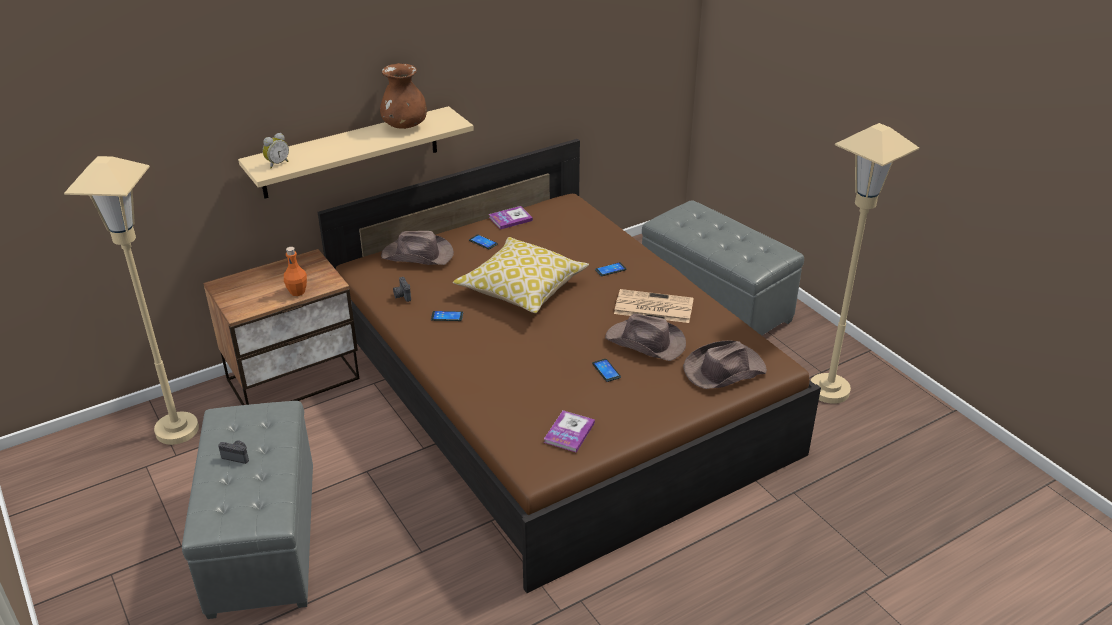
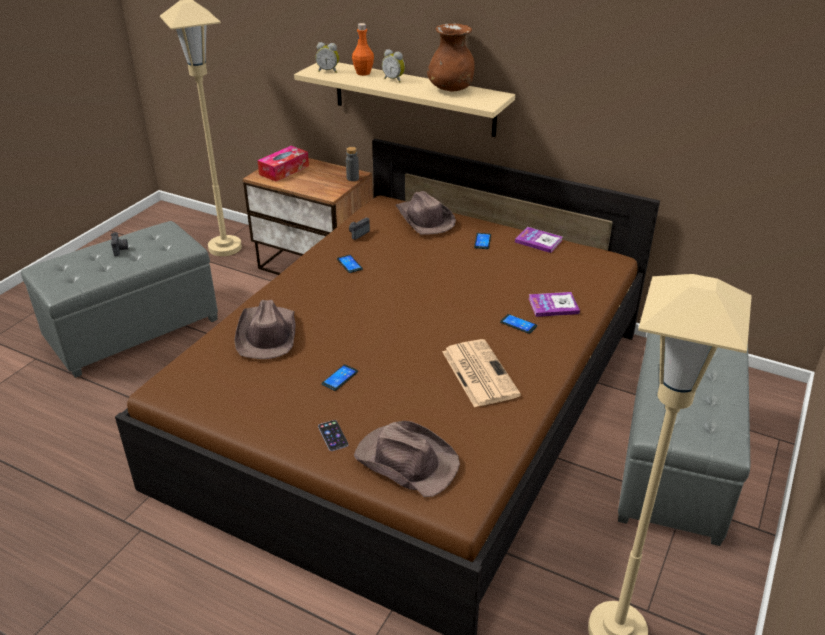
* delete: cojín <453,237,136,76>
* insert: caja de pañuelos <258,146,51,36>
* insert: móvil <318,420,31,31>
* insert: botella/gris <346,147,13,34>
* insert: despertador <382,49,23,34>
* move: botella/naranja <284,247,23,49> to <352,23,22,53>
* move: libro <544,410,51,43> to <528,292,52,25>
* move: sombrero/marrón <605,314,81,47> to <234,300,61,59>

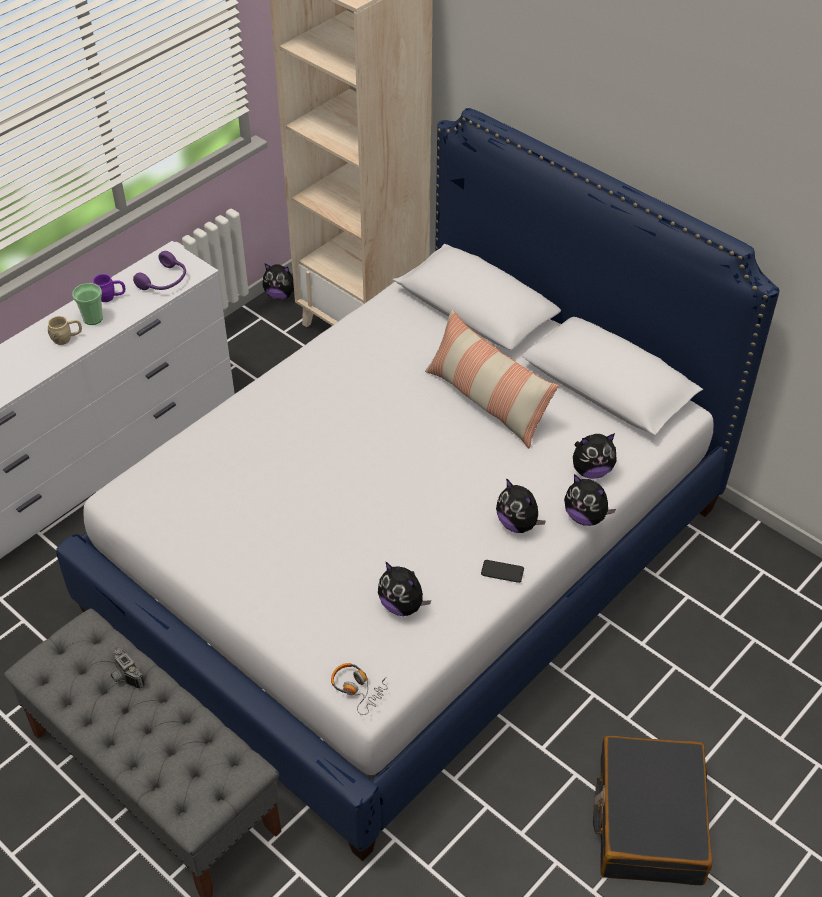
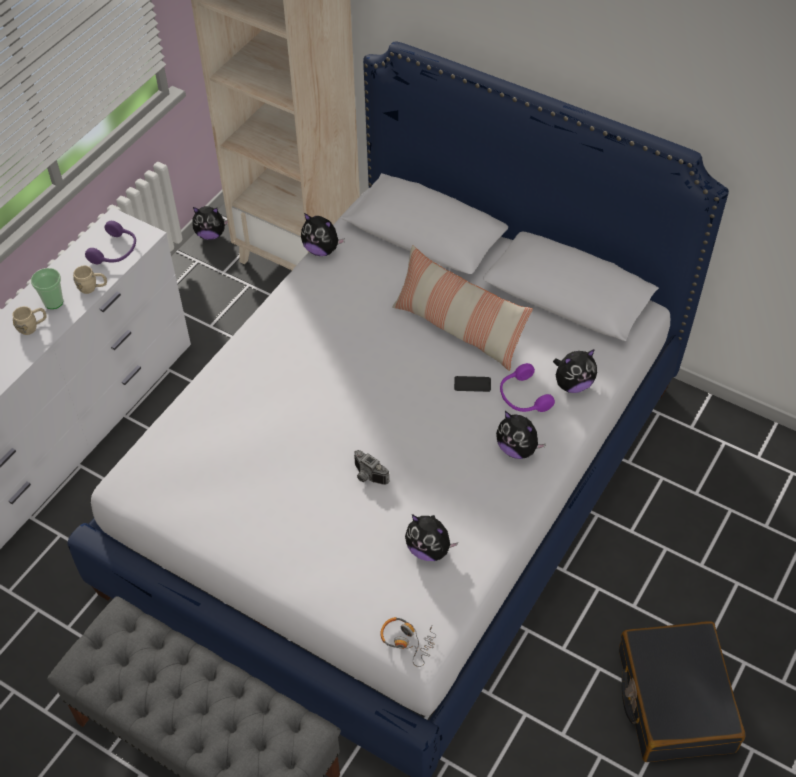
* delete: taza grande/morado <93,274,32,28>
* insert: taza grande/beis <73,266,34,28>
* insert: auriculares/morado <500,363,55,49>
* move: cámara <111,647,34,42> to <354,450,35,35>
* move: móvil <481,560,43,23> to <454,376,37,16>
* move: peluche <564,474,52,52> to <301,213,44,43>

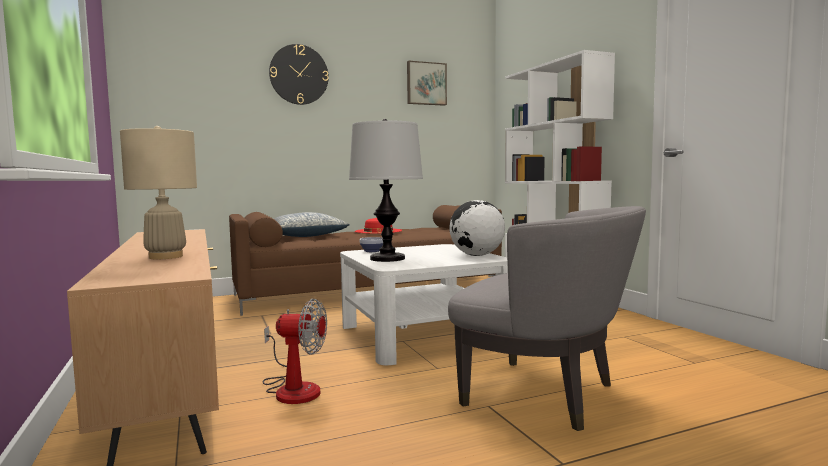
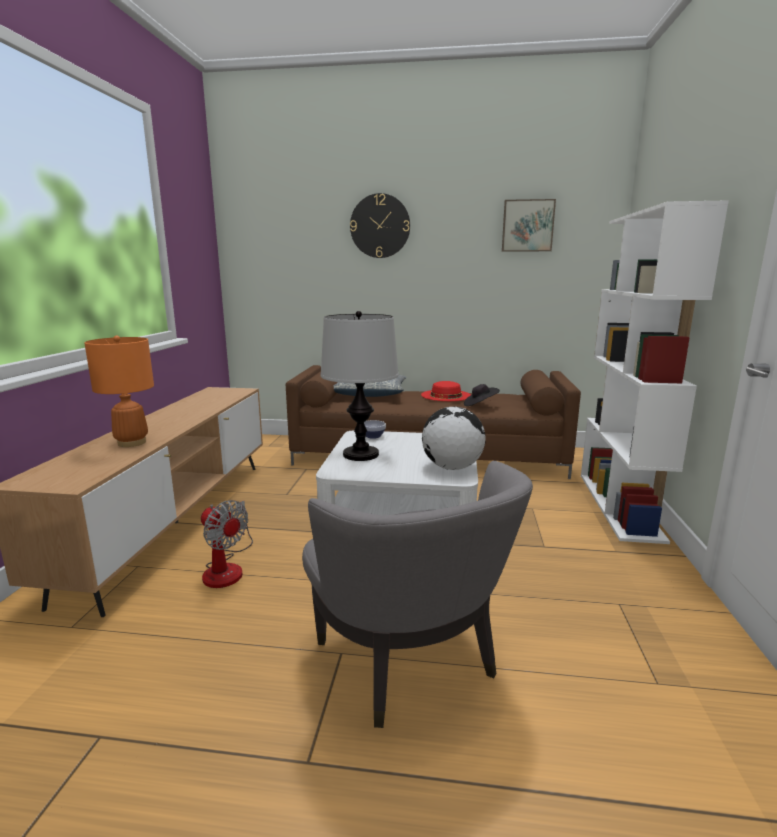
* insert: sombrero/negro <464,384,36,22>
* recolor: lámpara de mesa/beis <120,126,77,133> to lámpara de mesa/naranja <84,336,70,111>

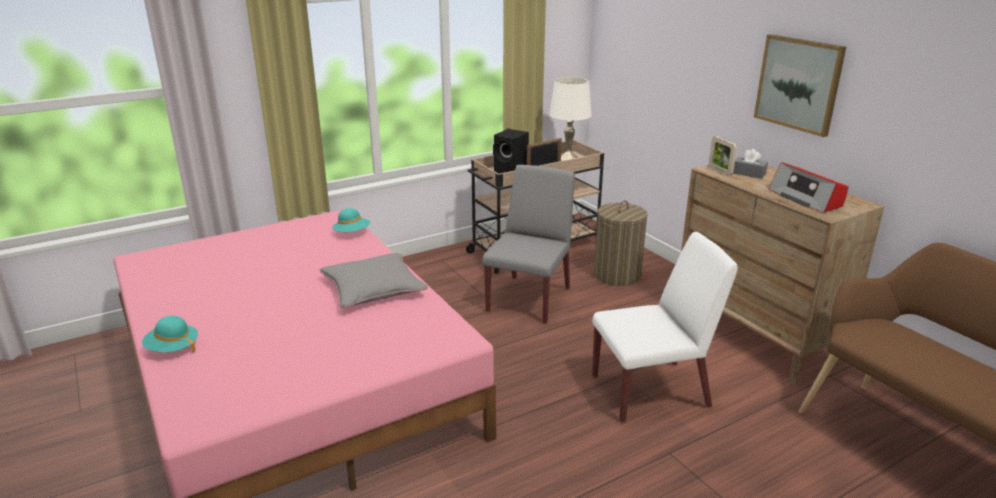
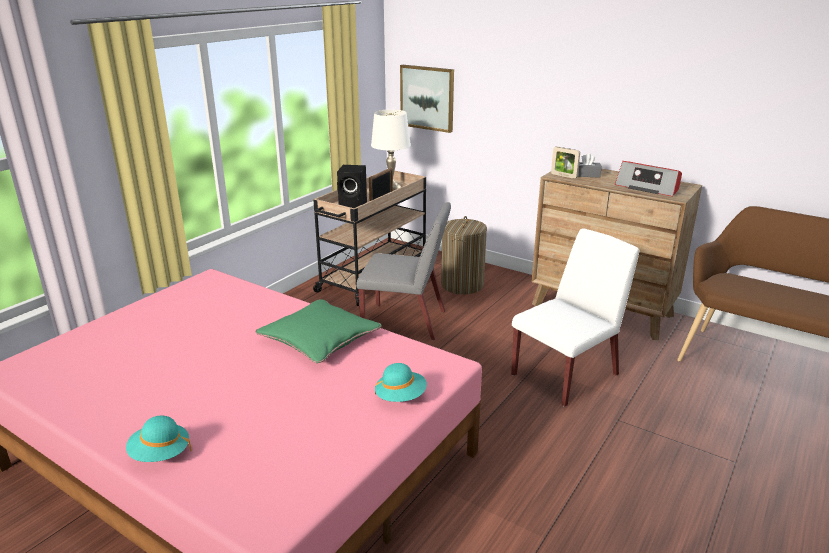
* move: sombrero/turquesa <332,208,38,24> to <375,363,52,39>
* move: cuadro <754,34,92,103> to <400,65,54,68>
* recolor: cojín/gris <320,253,108,55> to cojín/verde <255,299,127,64>
* rotate: silla/gris <482,165,93,159> = <356,202,95,138> 105 degrees clockwise

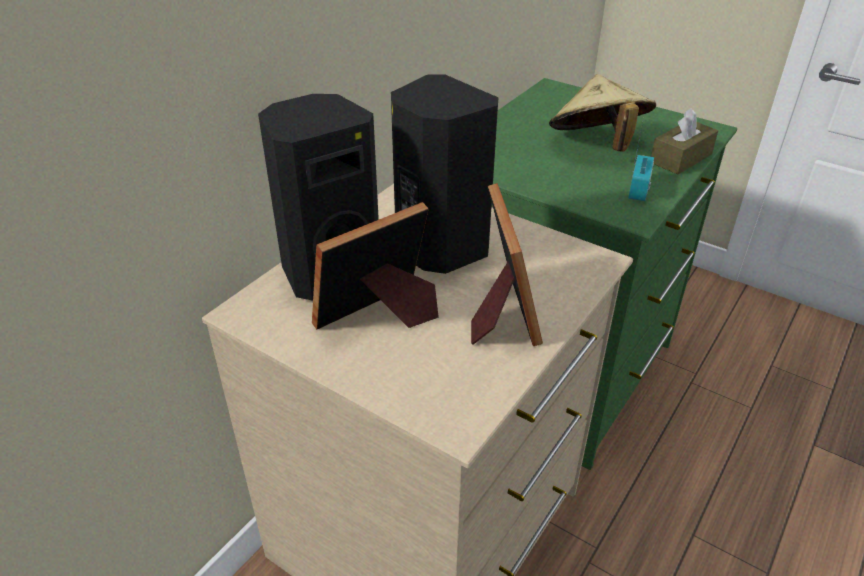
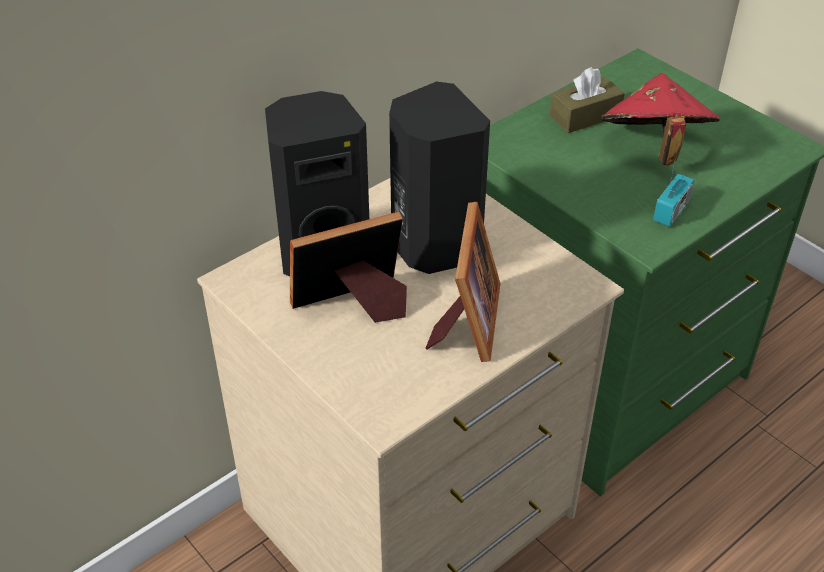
* move: caja de pañuelos/marrón <651,108,67,67> to <549,67,76,66>
* recolor: sombrero/beis <549,74,107,78> to sombrero/rojo <601,73,119,92>

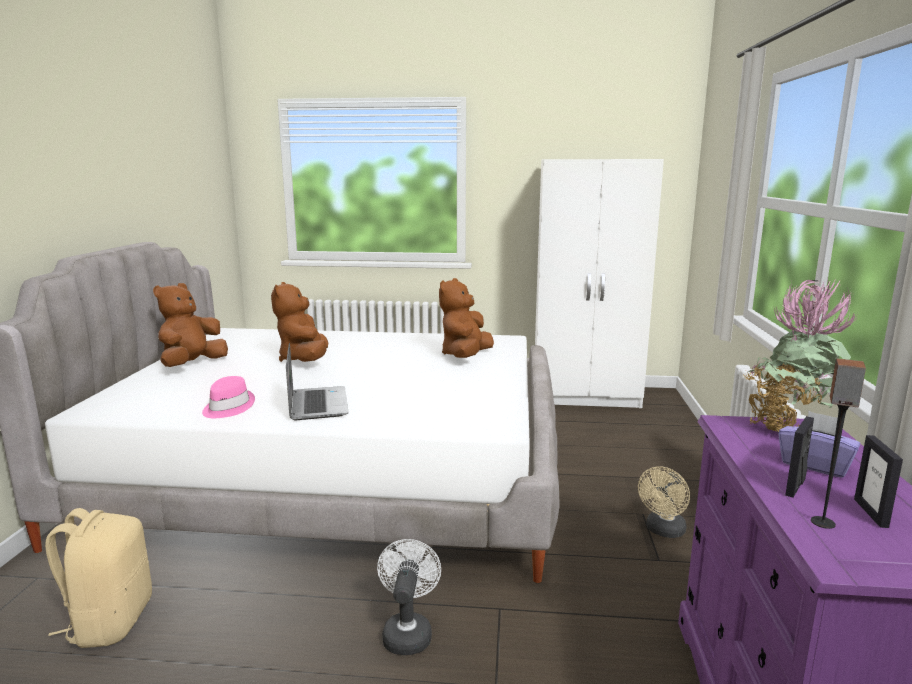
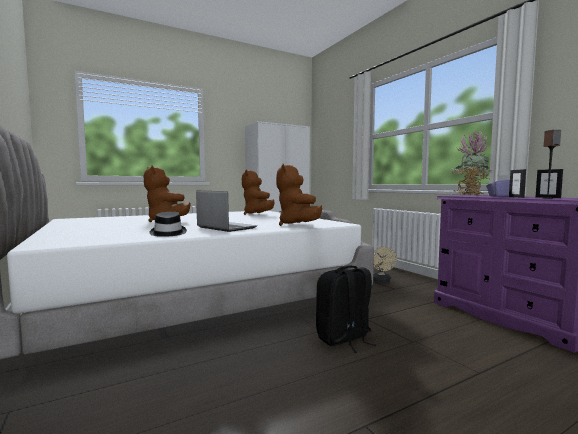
* delete: mochila/beis <45,508,107,140>
* move: peluche/marrón <153,283,75,84> to <276,163,46,63>
* replace: ventilador/blanco <377,539,64,116> to mochila/negro <316,266,60,87>
* recolor: sombrero/rosa <202,376,53,42> to sombrero/negro <149,212,38,25>

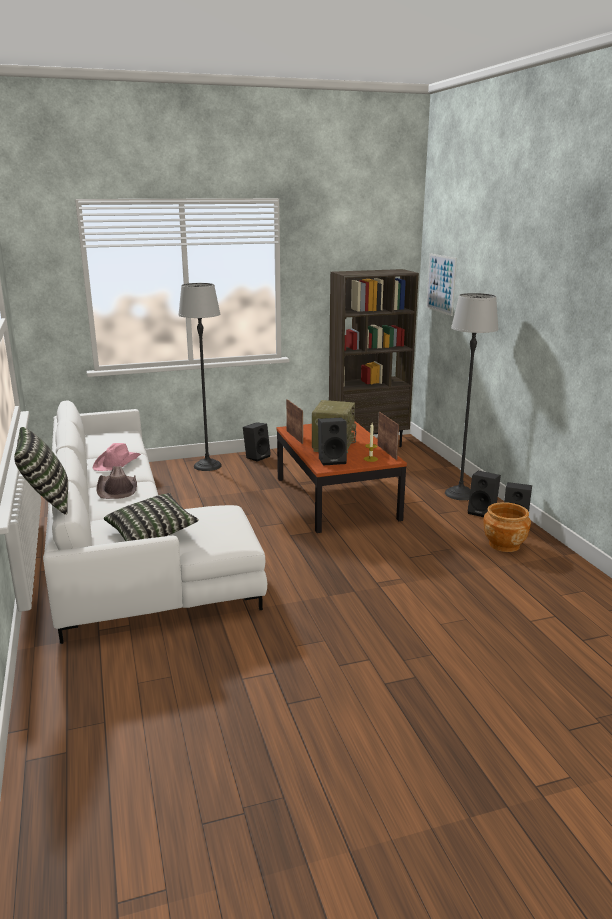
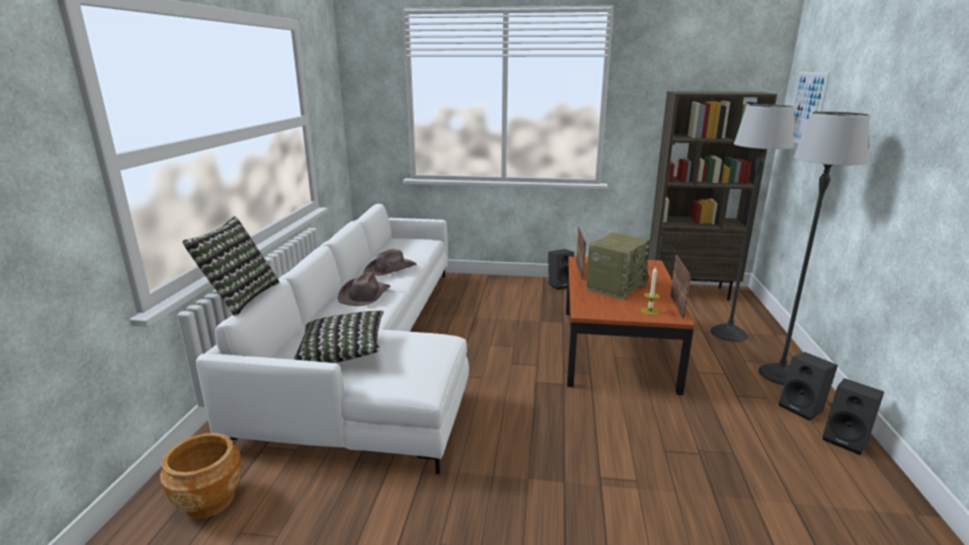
* delete: altavoz/negro <318,417,29,49>
* move: lámpara de pie <178,283,44,188> to <710,104,85,238>
* move: maceta/marrón <483,502,48,50> to <160,433,81,85>
* recolor: sombrero/rosa <92,443,49,28> to sombrero/marrón <364,249,53,27>

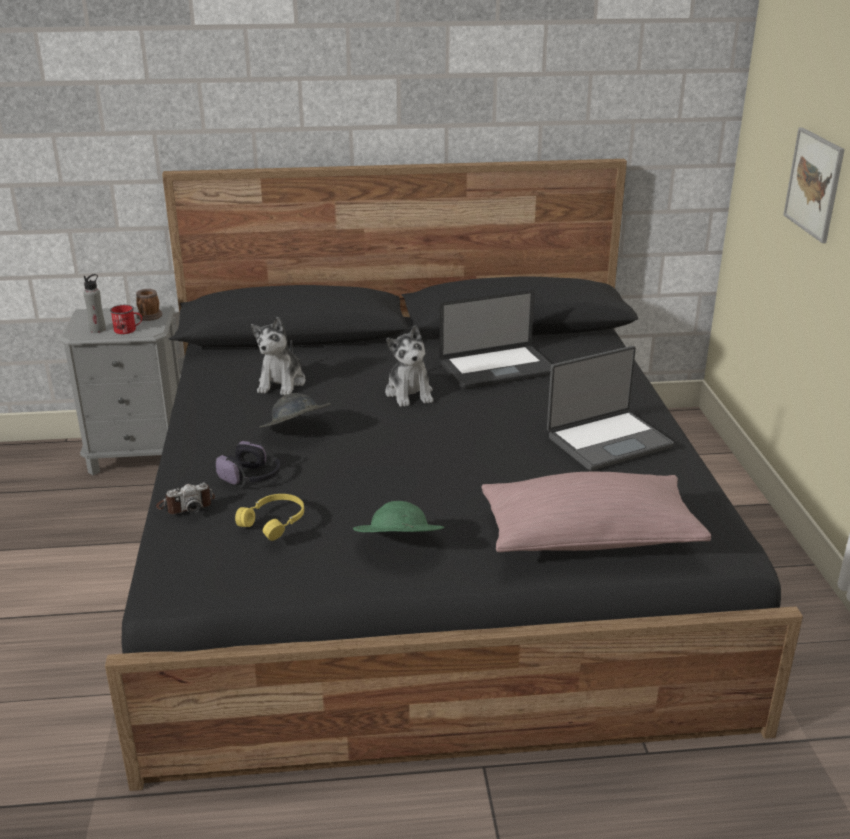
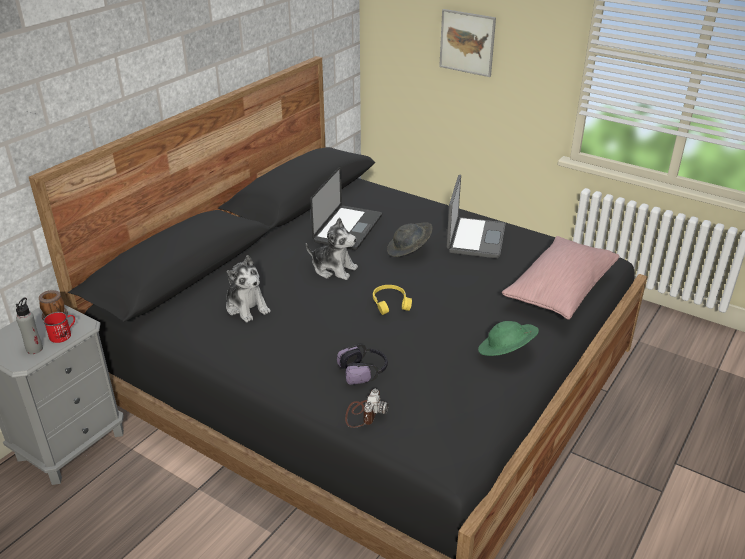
* move: auriculares/amarillo <235,494,69,47> to <373,285,39,30>
* move: sombrero/gris <259,393,72,35> to <387,222,46,35>

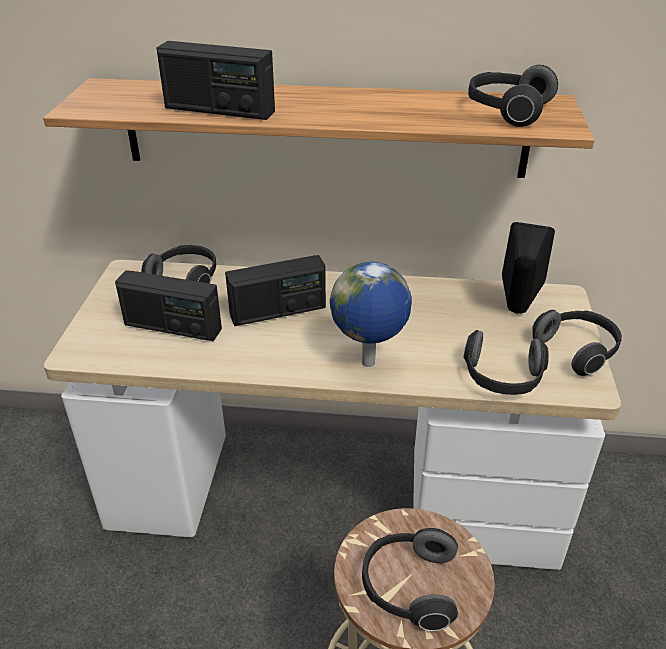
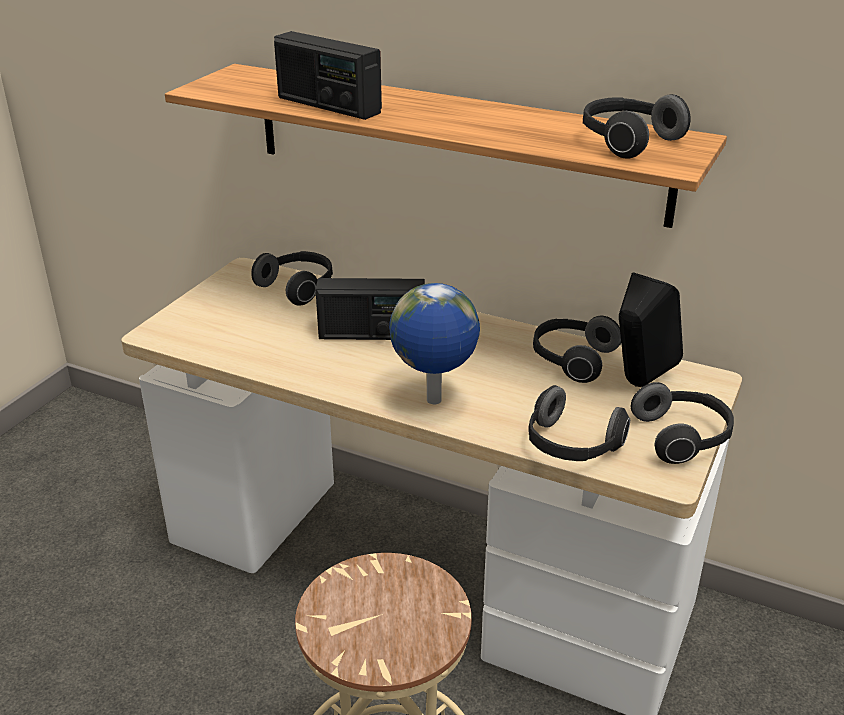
* delete: radio <115,270,107,71>
* move: auriculares <362,528,96,103> to <533,316,88,67>

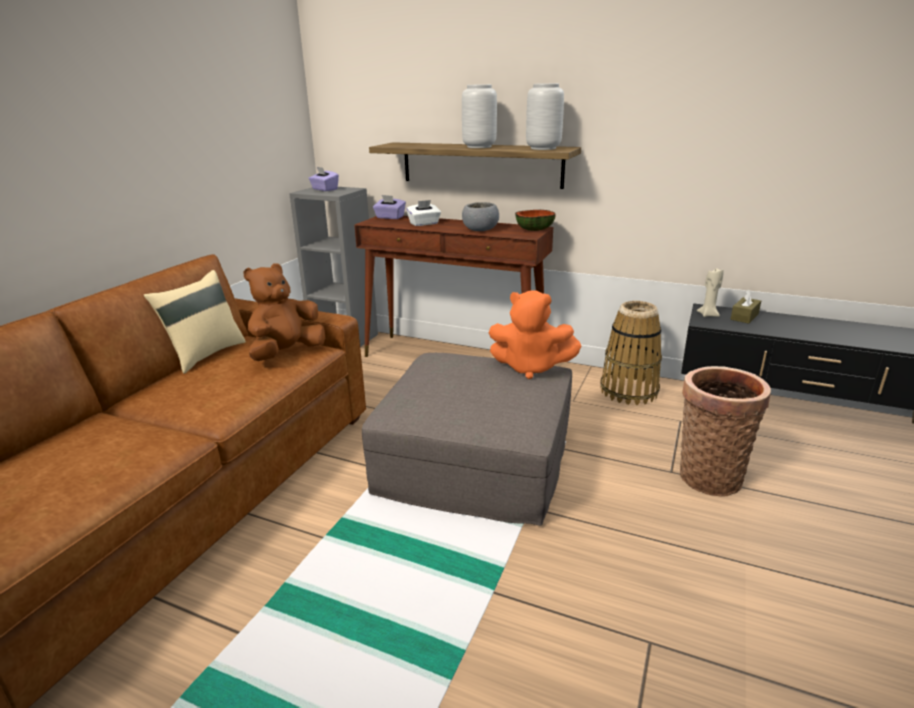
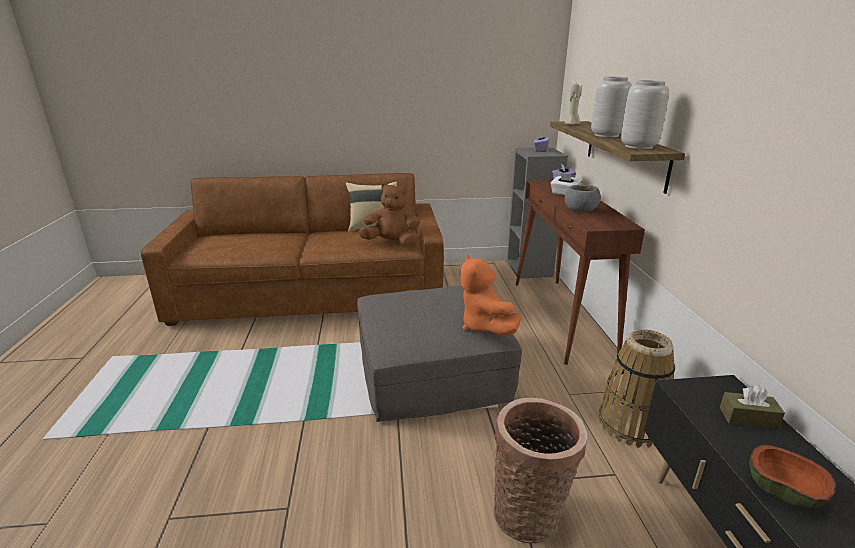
* move: cuenco <515,210,41,21> to <749,445,87,64>
* move: vela/beis <697,268,27,49> to <565,83,17,42>

